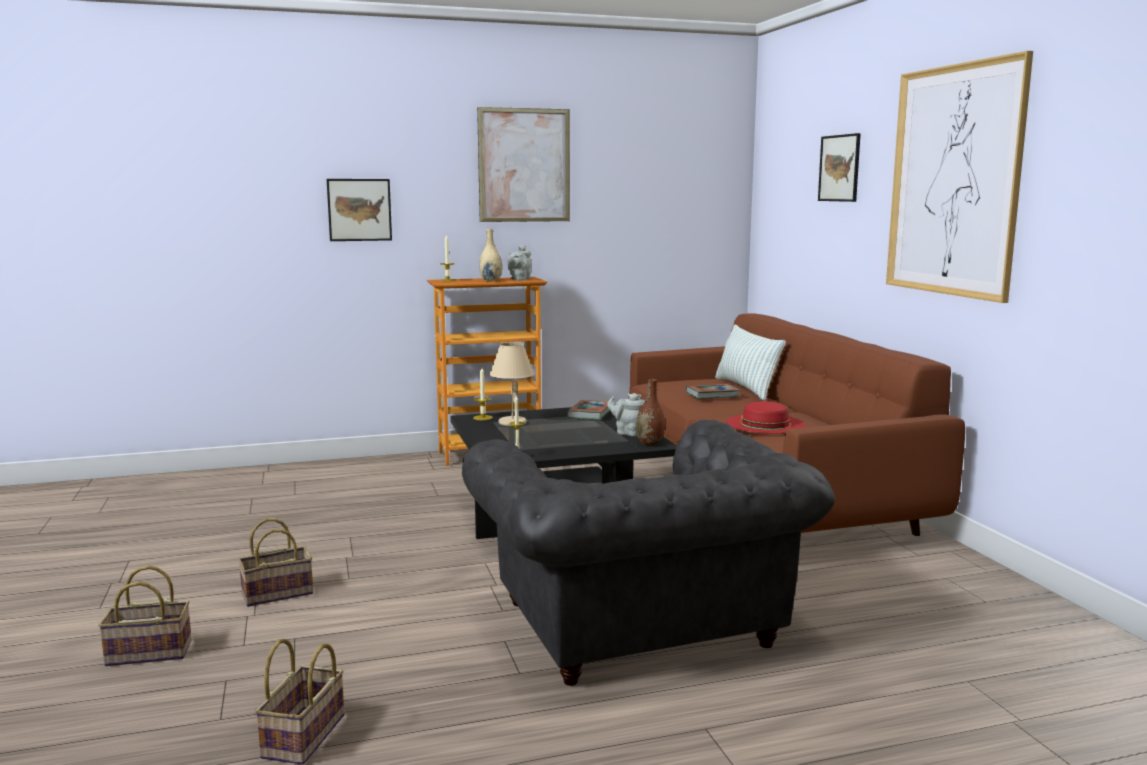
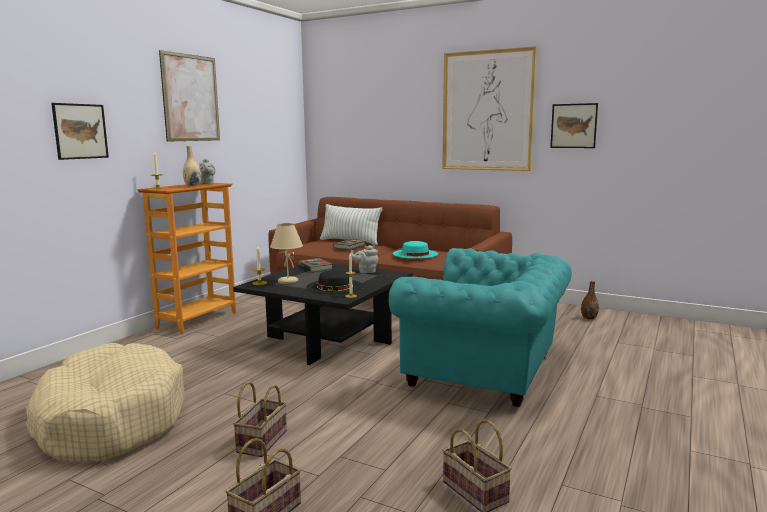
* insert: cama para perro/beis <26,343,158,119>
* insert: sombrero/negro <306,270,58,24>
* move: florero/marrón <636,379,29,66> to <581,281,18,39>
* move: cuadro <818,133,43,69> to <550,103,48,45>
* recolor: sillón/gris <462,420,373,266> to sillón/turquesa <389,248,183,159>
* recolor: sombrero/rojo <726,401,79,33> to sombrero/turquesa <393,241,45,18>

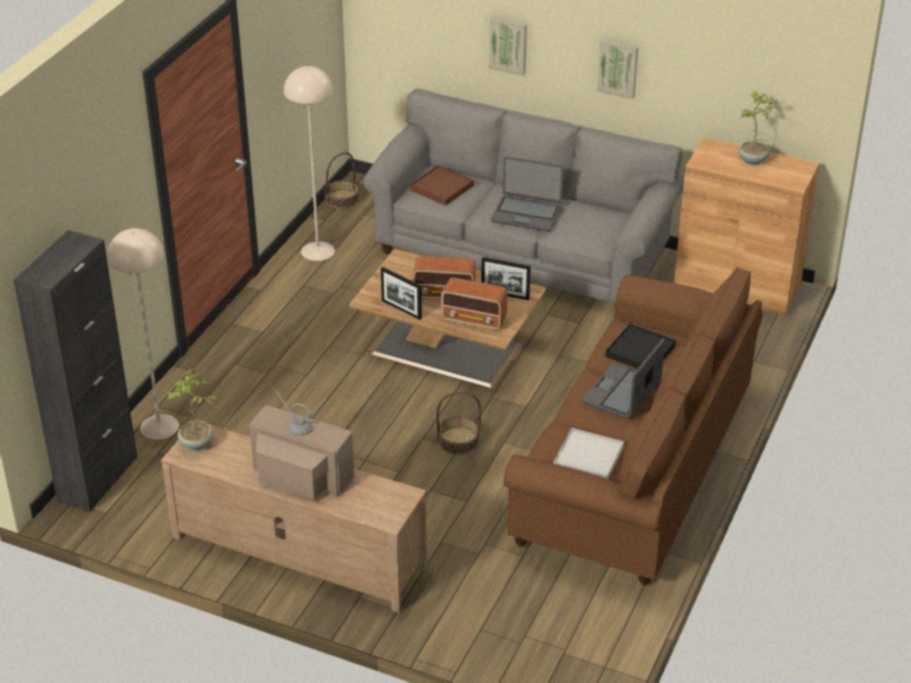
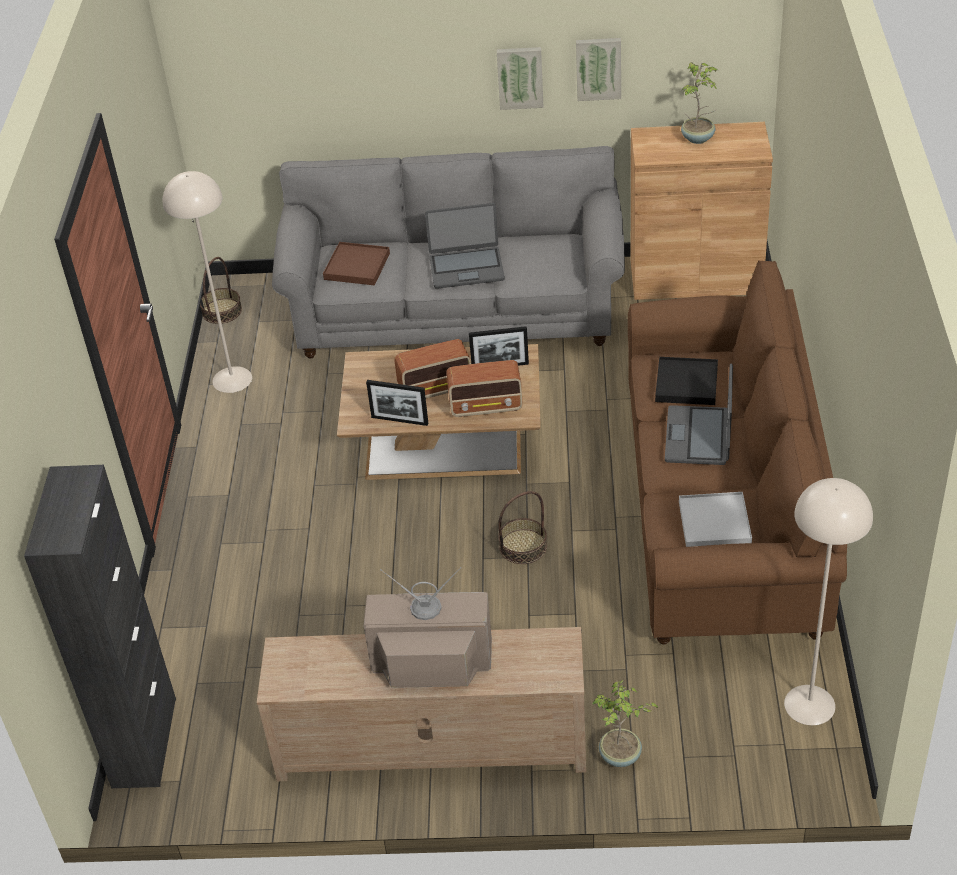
* move: lámpara de pie/beis <107,228,72,212> to <784,478,89,247>
* move: planta en maceta <167,369,50,81> to <593,680,66,87>
* move: cuadro <489,17,38,59> to <576,38,45,63>

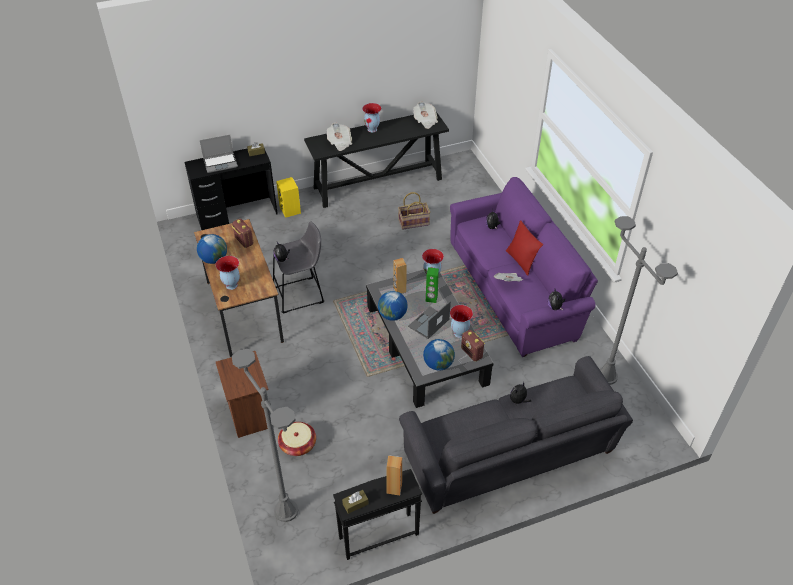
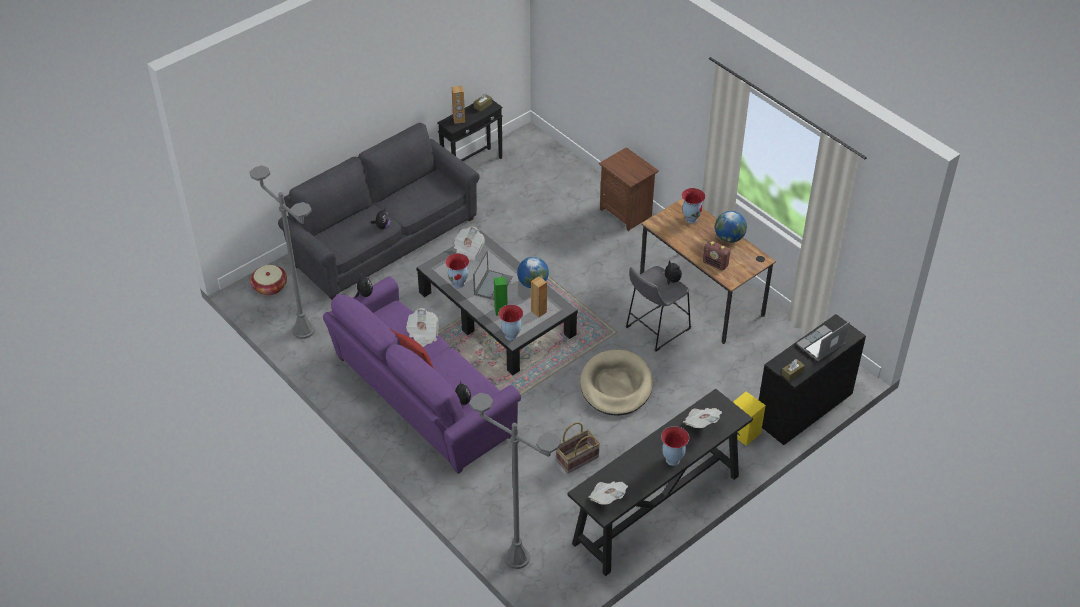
* delete: radio <461,330,24,31>
* insert: cama para perro/beis <580,350,73,66>
* move: lámpara de pie/gris <232,349,66,173> to <469,393,92,176>
* move: cesta <278,422,38,34> to <250,265,37,30>
* replace: globo terráqueo <423,339,32,32> to periódico <454,227,31,33>

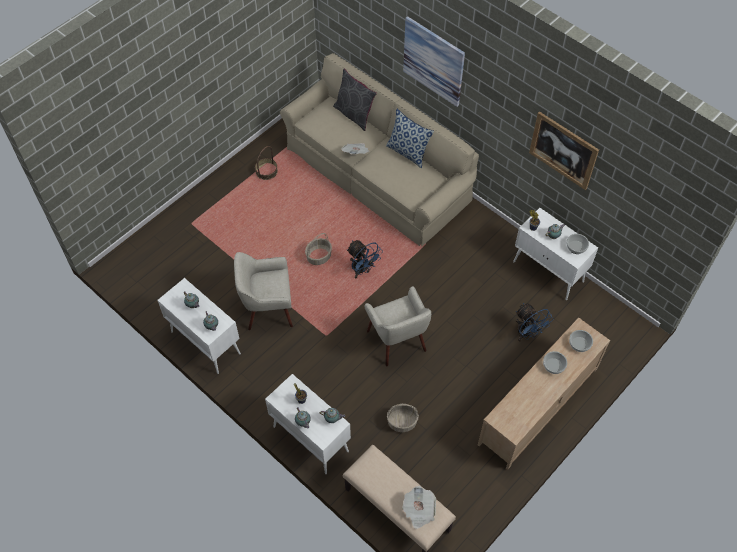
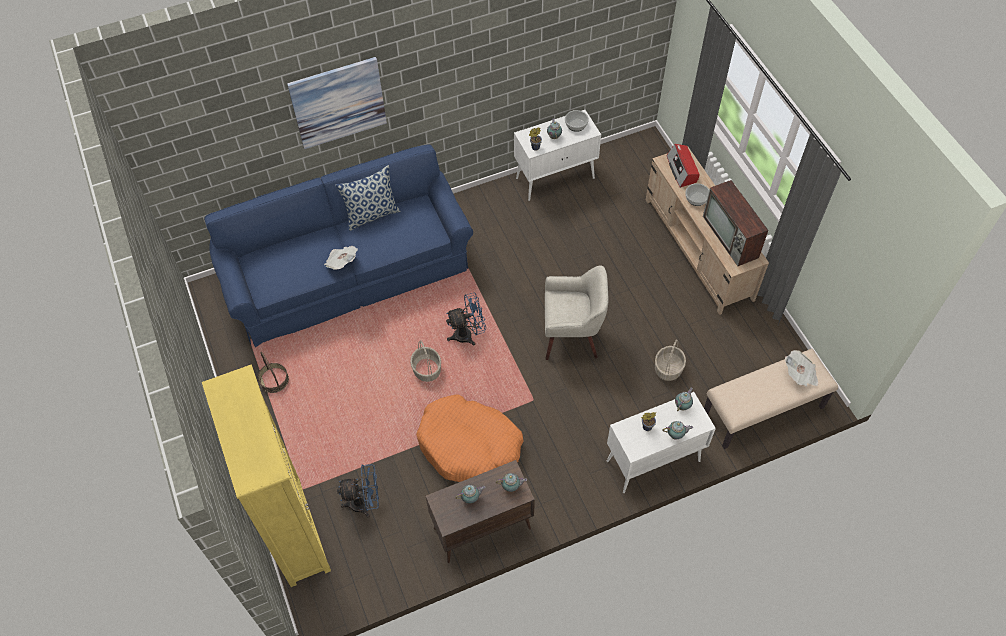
* delete: cojín/gris <333,69,44,62>
* delete: cuadro <529,111,70,79>
* insert: estantería/amarillo <202,365,129,222>
* insert: televisor <703,180,65,86>
* move: ventilador/azul <516,303,38,39> to <337,464,42,54>
* replace: sillón/beis <234,252,59,78> to cama para perro/naranja <416,394,108,88>
* replace: cuenco <569,330,24,22> to radio <667,144,32,43>
* recolor: armario/blanco <157,278,84,96> to armario/marrón <426,460,109,103>
* recolor: sofá/beis <280,53,199,194> to sofá/azul <204,144,269,203>

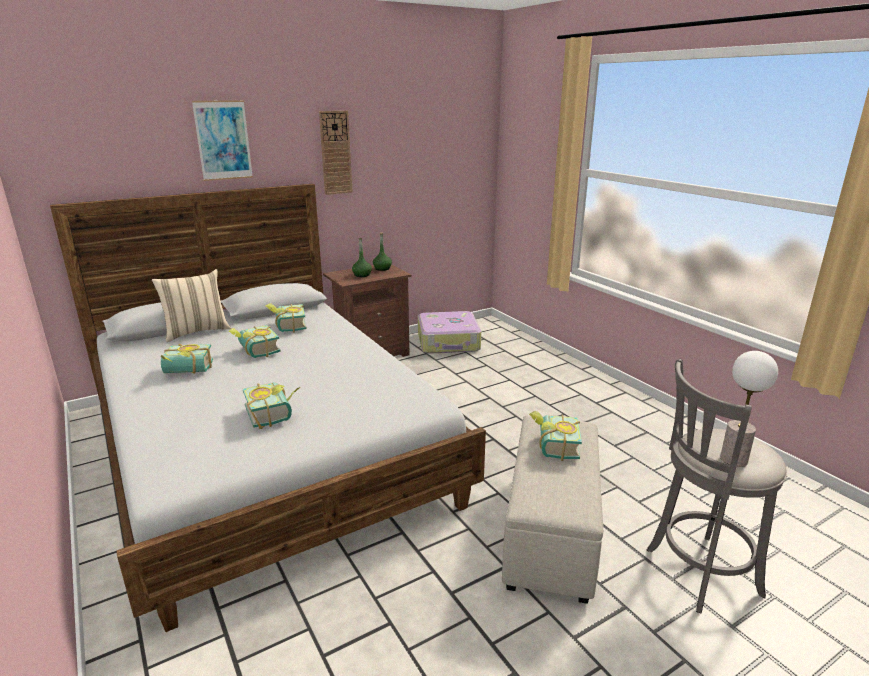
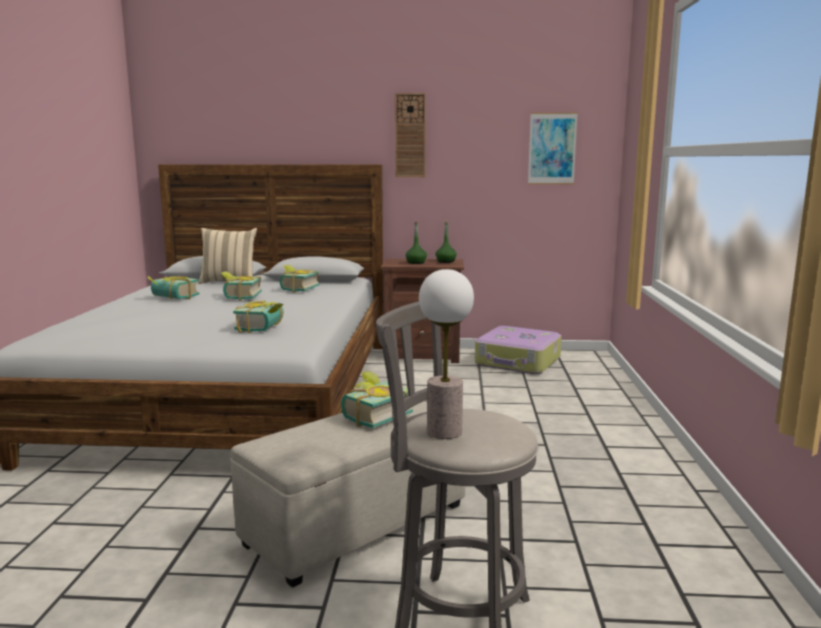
* move: cuadro <192,100,61,81> to <528,112,50,72>
* move: libro <243,382,57,47> to <233,300,51,33>

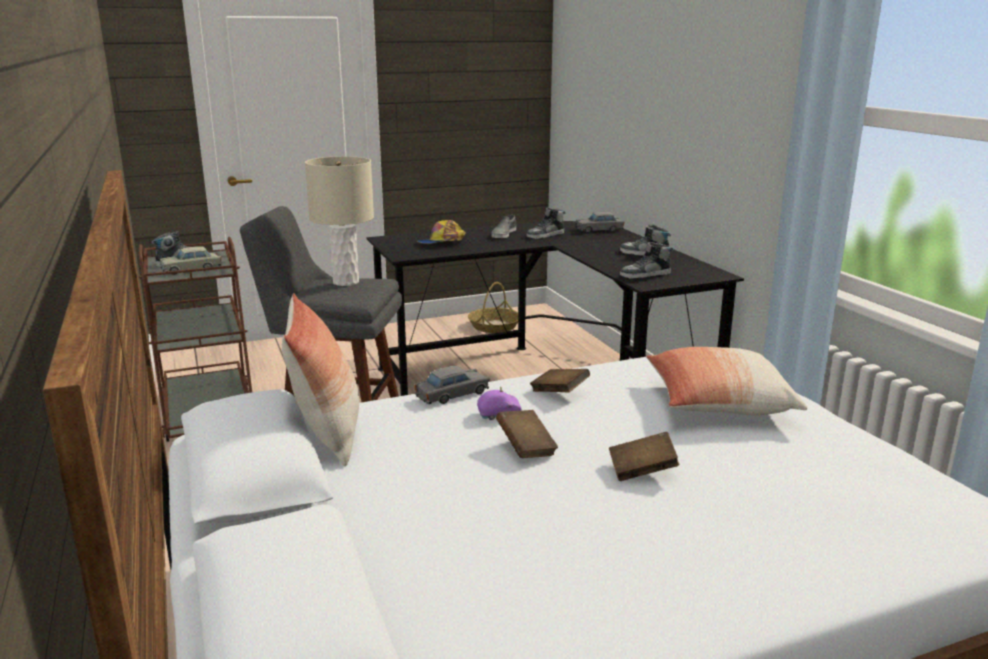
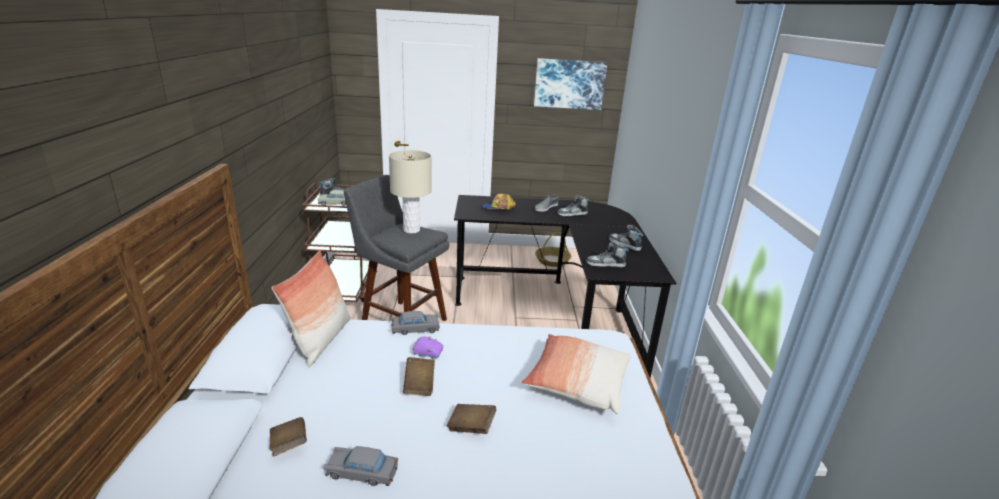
* insert: cuadro <534,58,73,52>
* move: libro/marrón <530,369,60,24> to <269,417,38,40>
* move: coche de juguete/gris <576,212,48,21> to <324,446,74,40>

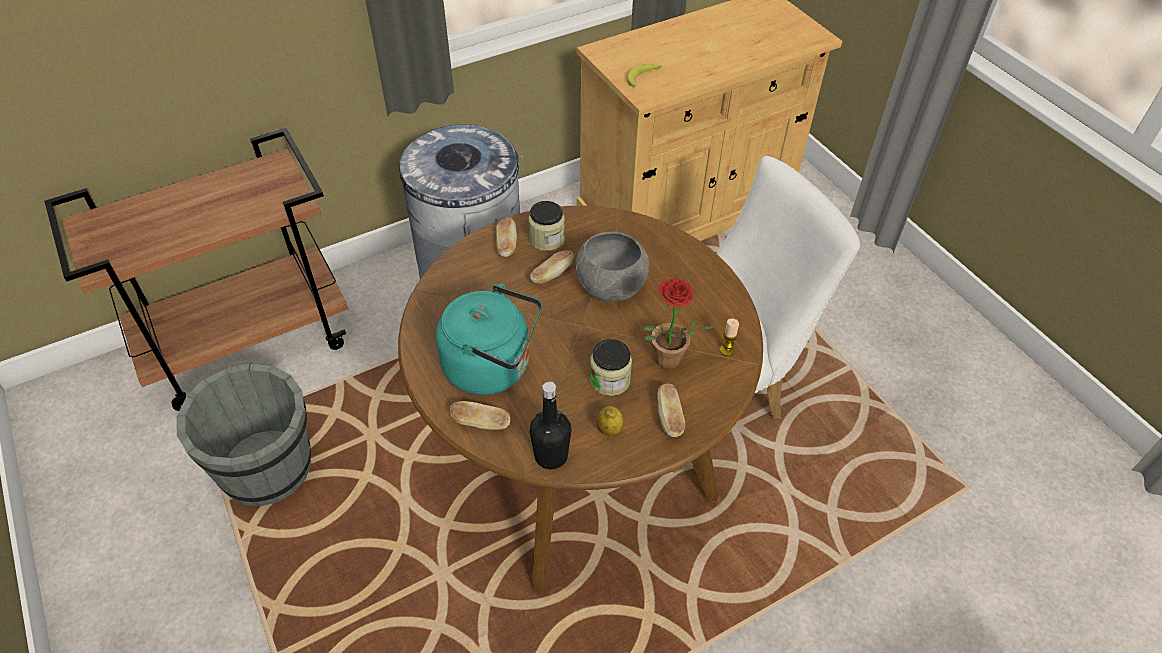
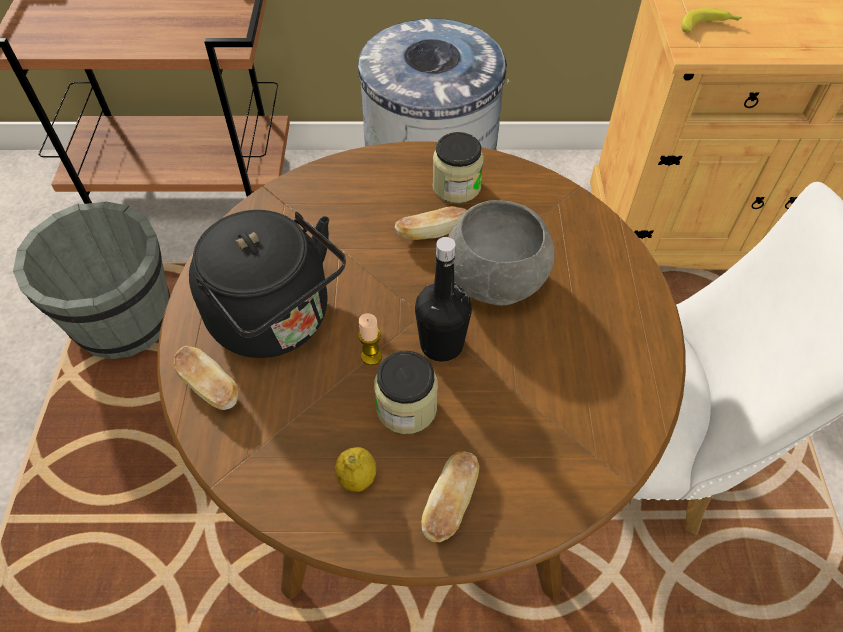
* delete: pan <496,217,21,40>
* delete: planta en maceta <643,278,71,91>
* move: botella/negro <529,381,43,88> to <415,237,57,125>
* move: vela <720,318,19,38> to <358,313,24,52>
* recolor: hervidor/turquesa <436,284,106,111> to hervidor/negro <189,210,157,148>

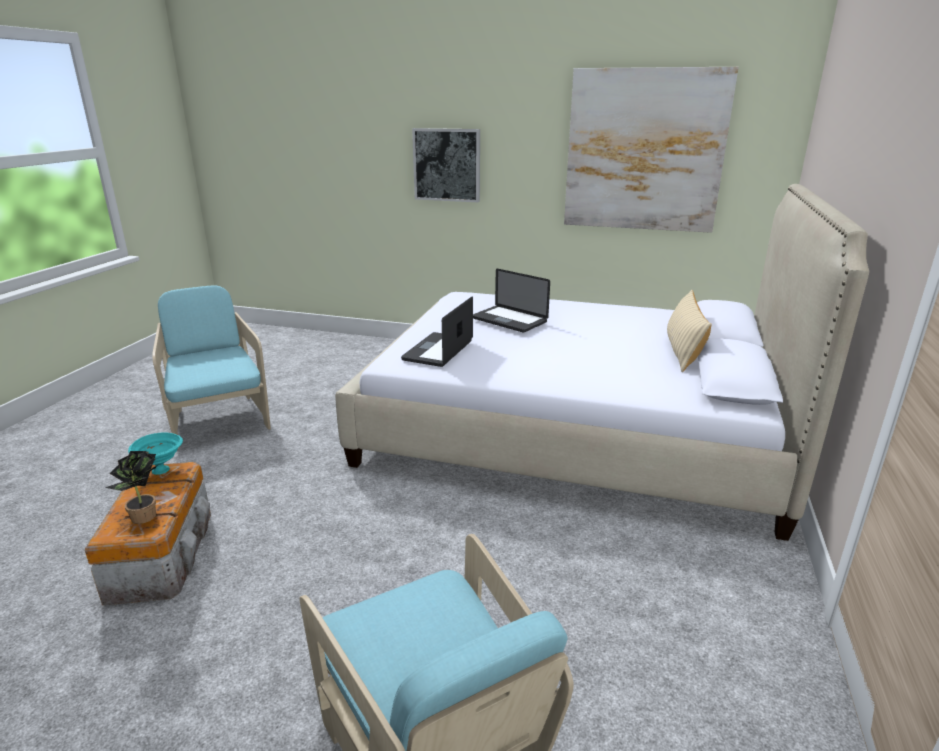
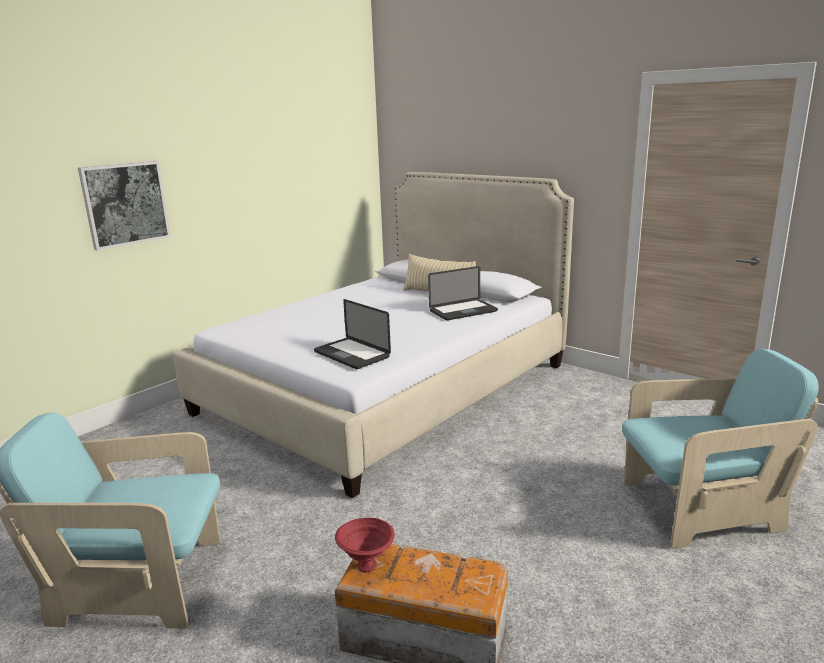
* delete: planta en maceta <105,451,56,73>
* delete: cuadro <564,67,175,166>
* move: portátil <473,269,77,64> to <428,266,70,55>
* recolor: cuenco/turquesa <128,432,55,43> to cuenco/rojo <335,518,60,55>

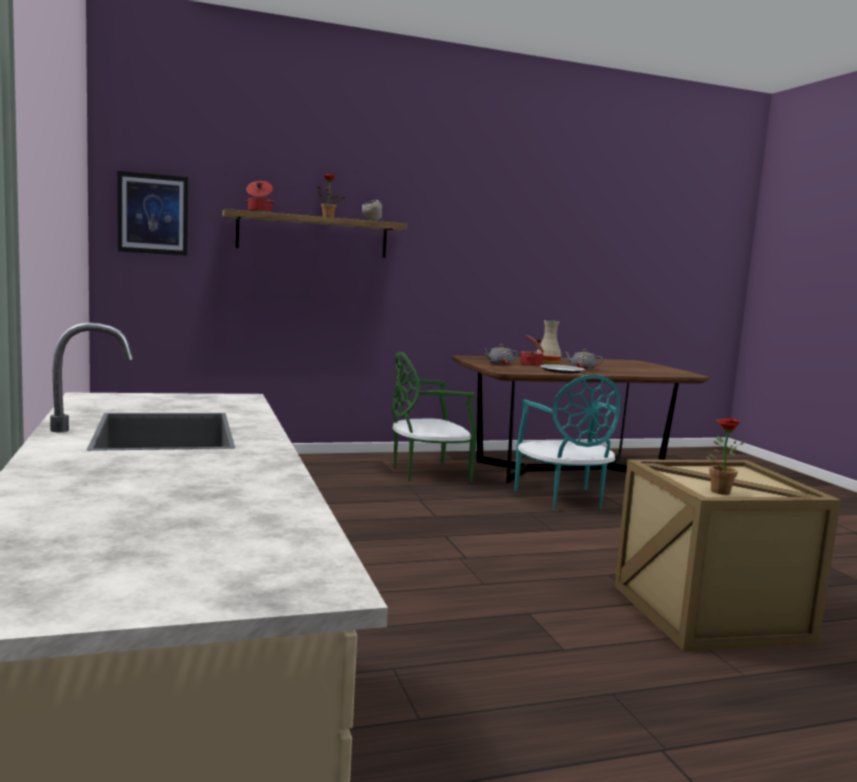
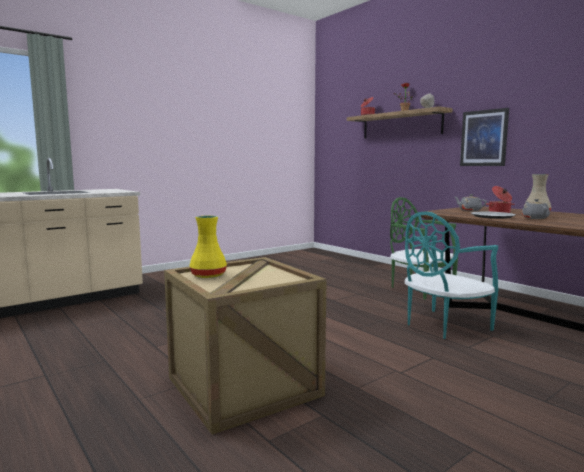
* move: cuadro <117,171,71,85> to <460,108,49,58>
* replace: planta en maceta <706,418,40,77> to florero/amarillo <189,216,38,62>

